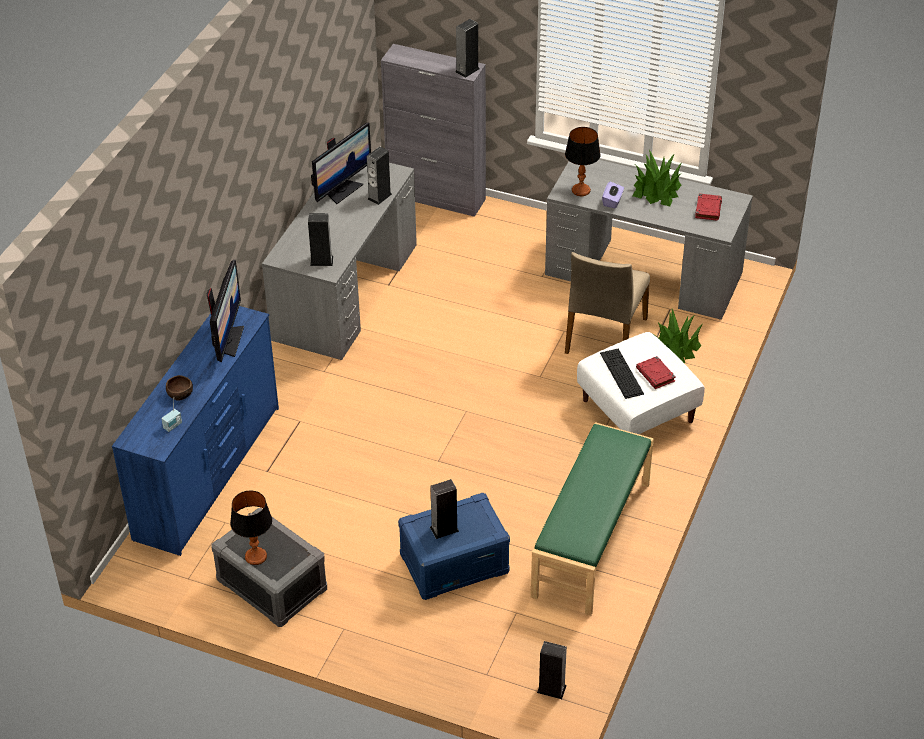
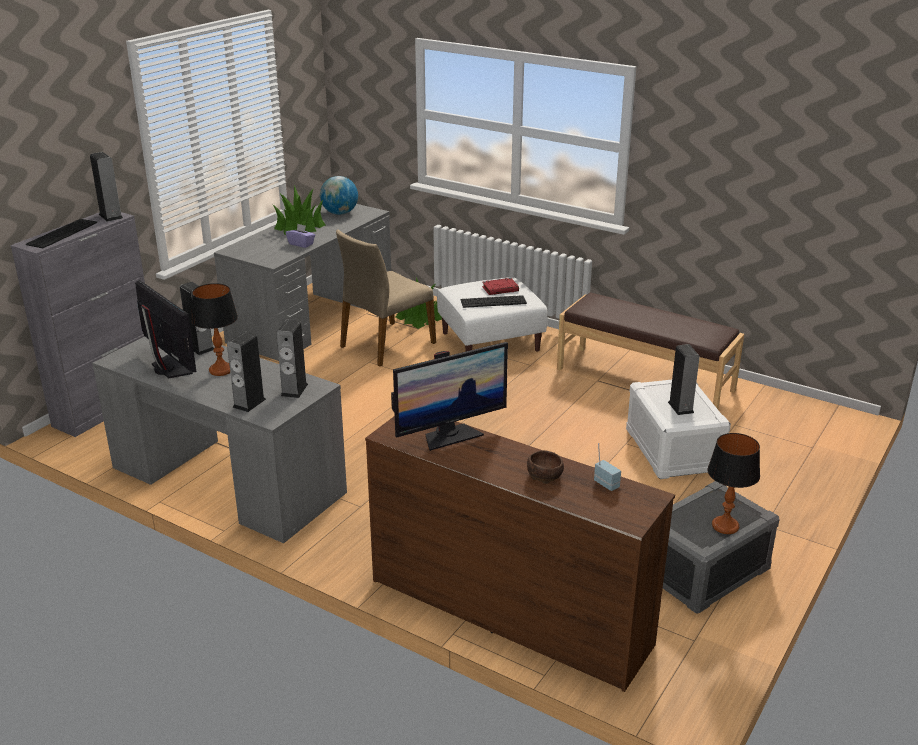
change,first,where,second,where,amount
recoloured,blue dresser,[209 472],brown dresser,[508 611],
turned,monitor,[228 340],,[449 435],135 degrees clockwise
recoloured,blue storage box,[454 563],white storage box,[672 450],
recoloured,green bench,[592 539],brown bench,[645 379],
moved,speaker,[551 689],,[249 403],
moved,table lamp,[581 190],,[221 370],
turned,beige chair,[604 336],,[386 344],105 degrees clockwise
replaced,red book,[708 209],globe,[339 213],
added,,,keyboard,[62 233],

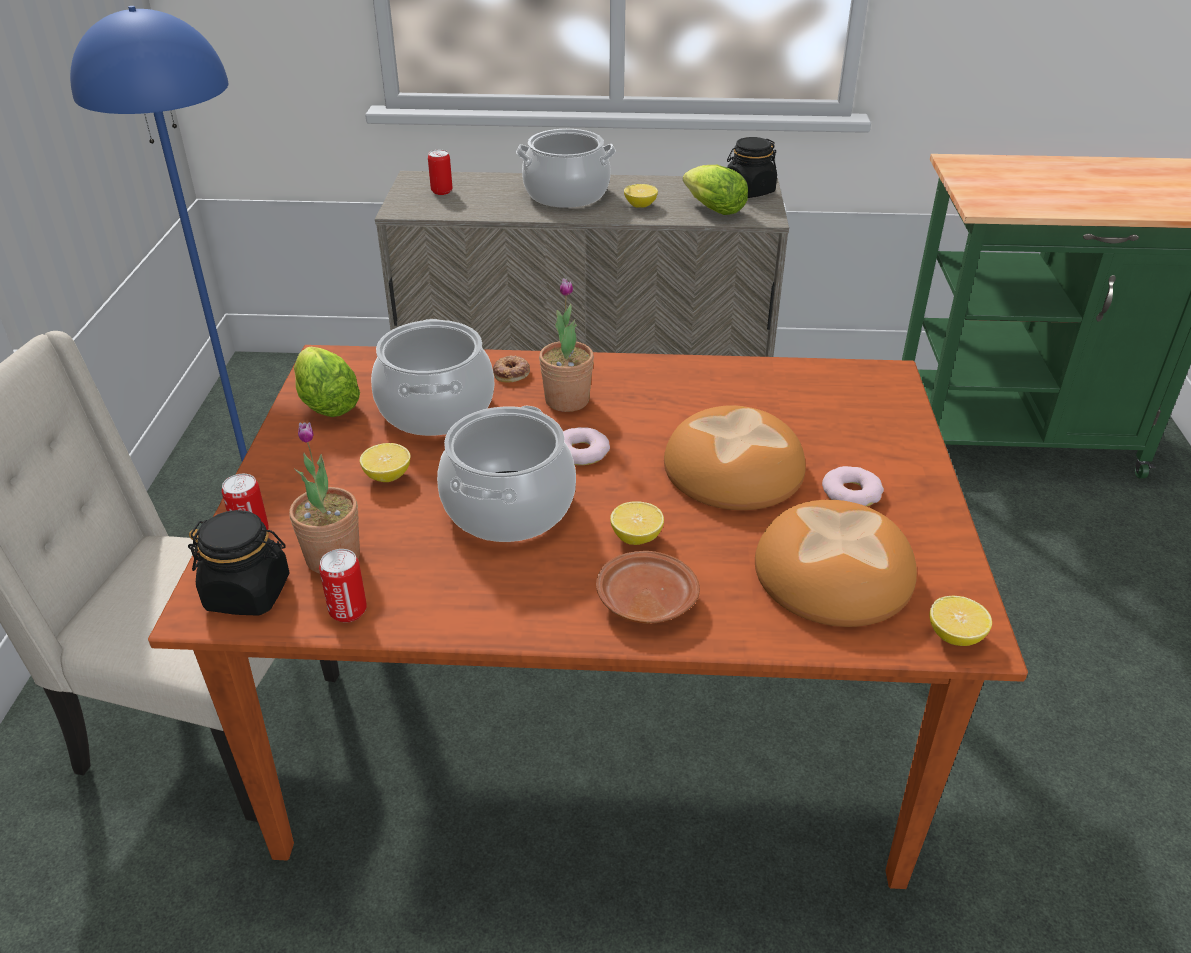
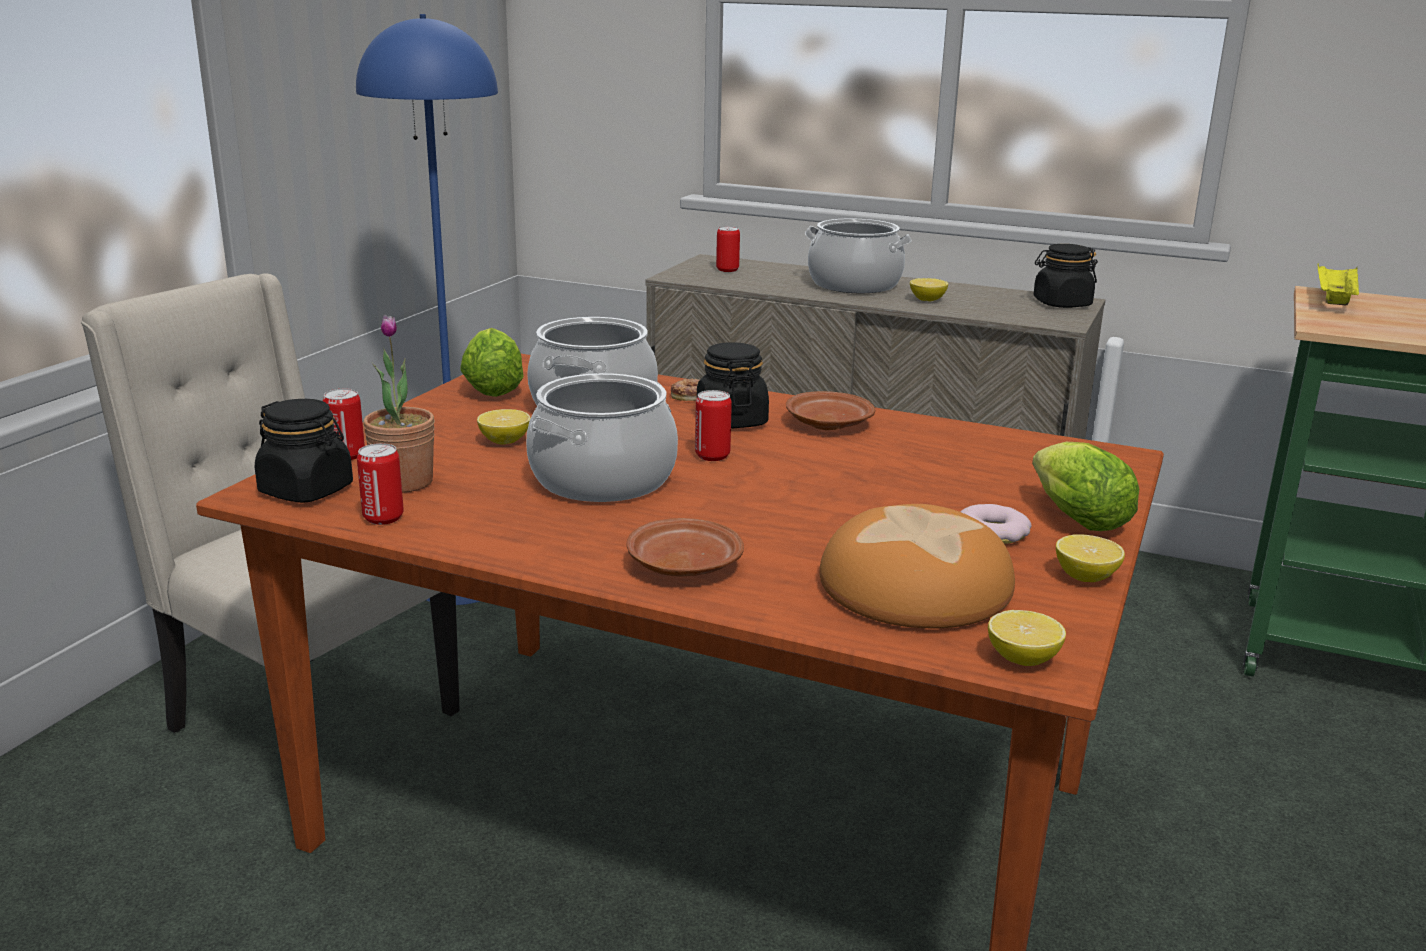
change,first,where,second,where,amount
replaced,potted plant,[567 400],black jar,[731 421],
replaced,donut,[580 452],can,[712 456],
moved,lemon,[636 537],,[1086 577],
removed,bread,[732 468],,,
moved,lettuce,[711 209],,[1073 517],
added,,,brown plate,[827 423],
added,,,yellow tray,[1333 300],

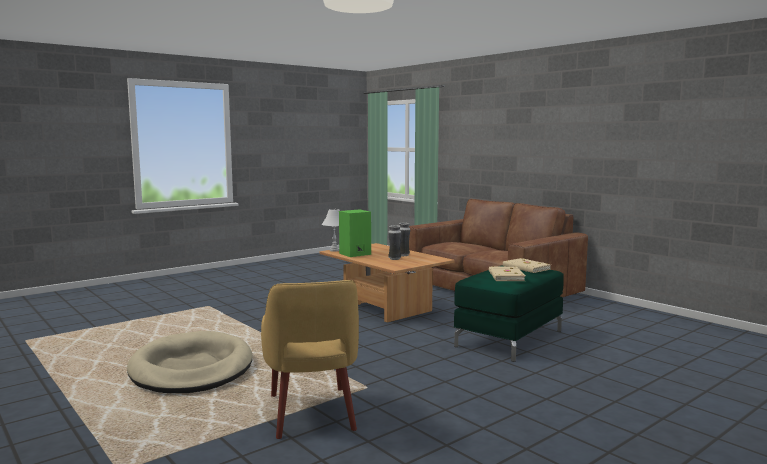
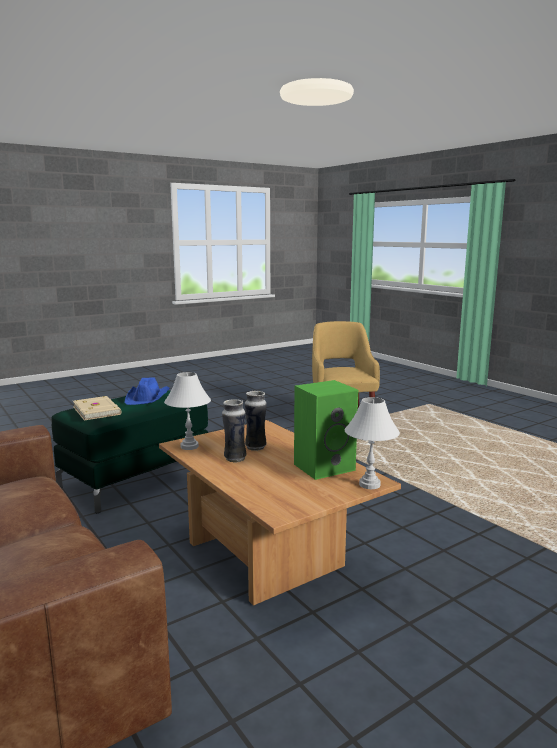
change,first,where,second,where,amount
removed,beige dog bed,[192 369],,,
replaced,beige book,[505 276],blue hat,[148 398],
added,,,white table lamp,[189 446],

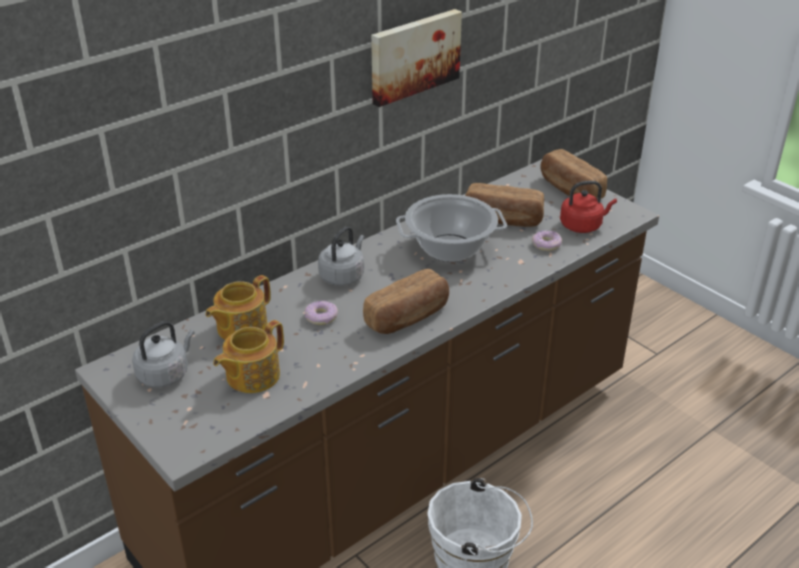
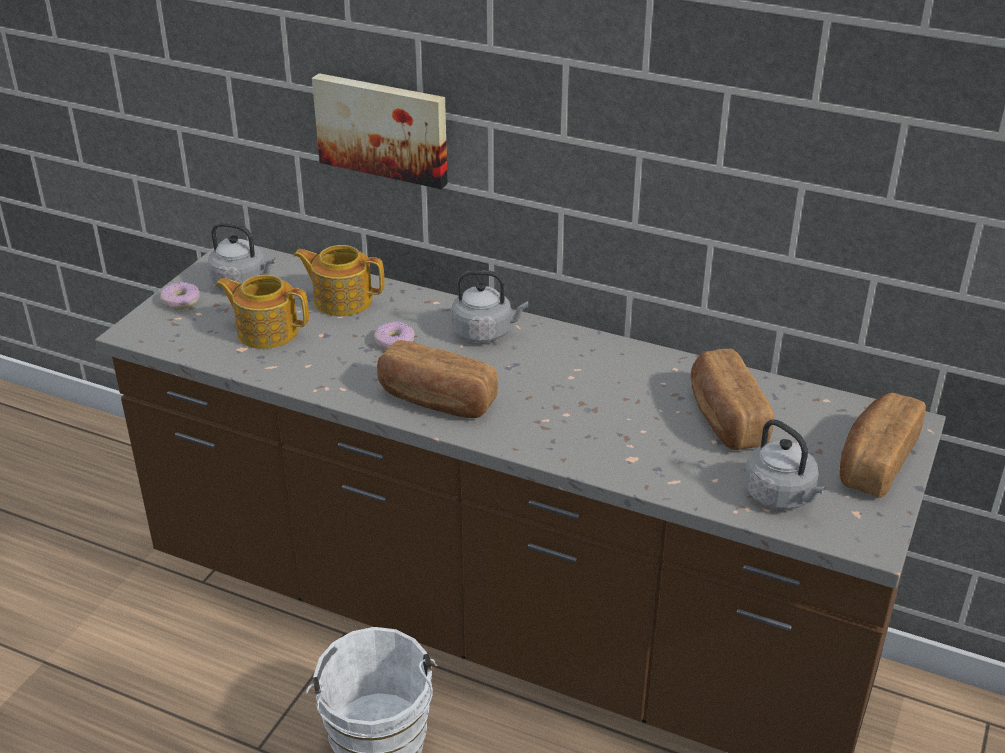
change,first,where,second,where,amount
moved,picture,[414 56],,[383 128],
removed,cooking pot,[450 248],,,
moved,donut,[546 245],,[181 301],
recoloured,red kettle,[583 226],grey kettle,[781 497],

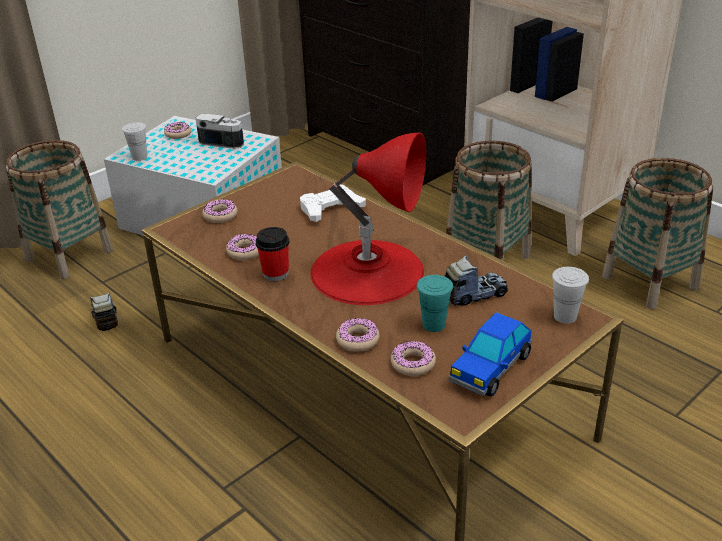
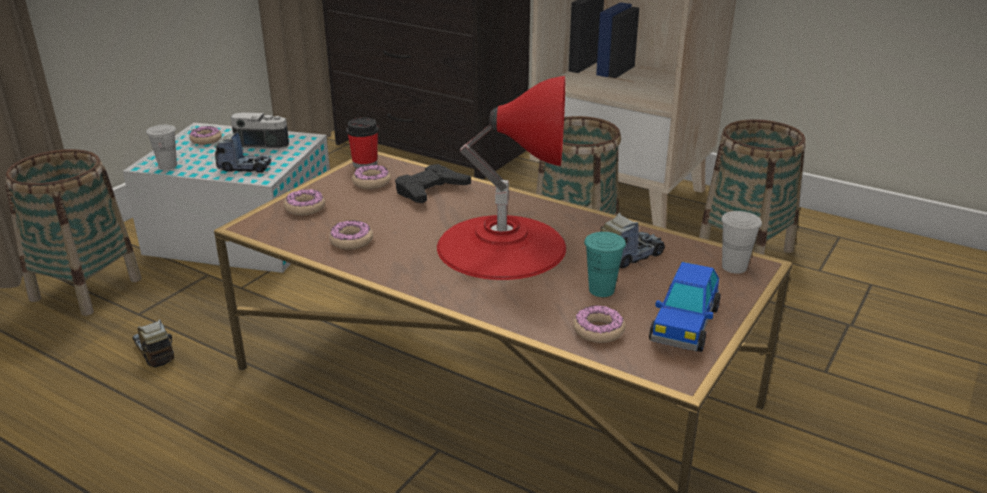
change,first,where,second,where,amount
moved,cup,[275 274],,[365 164],
recoloured,white game controller,[330 209],black game controller,[430 190],
moved,donut,[357 340],,[371 182],
added,,,toy truck,[244 167],

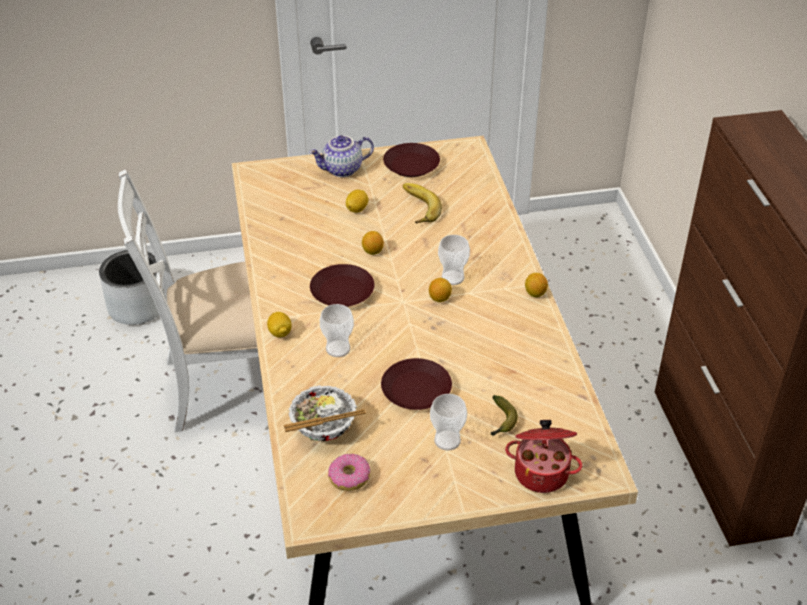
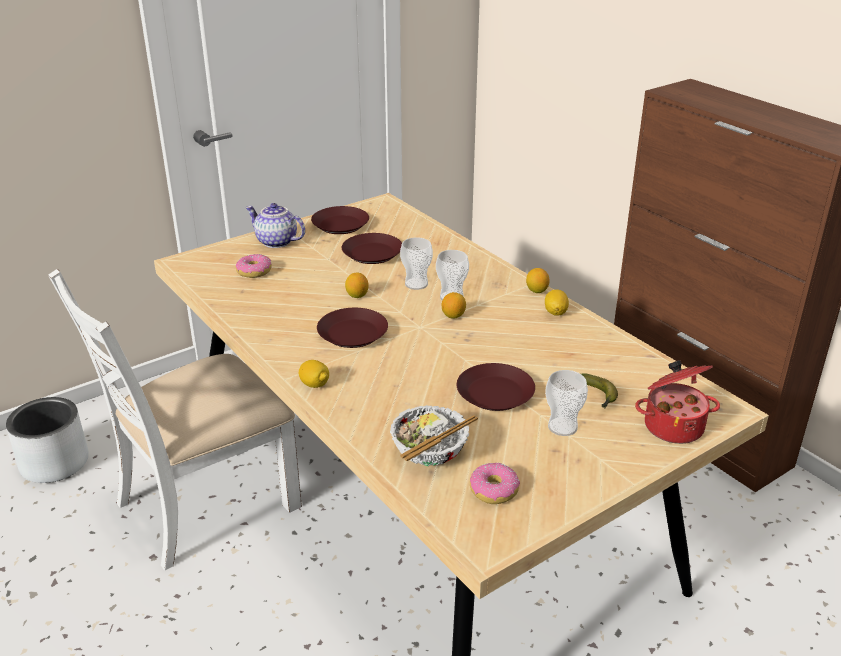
change,first,where,second,where,amount
turned,teapot,[342 170],,[275 242],75 degrees clockwise
moved,cup,[338 349],,[416 284],
moved,lemon,[357 209],,[555 312],
replaced,banana,[416 207],brown plate,[371 254],
added,,,donut,[254 271],

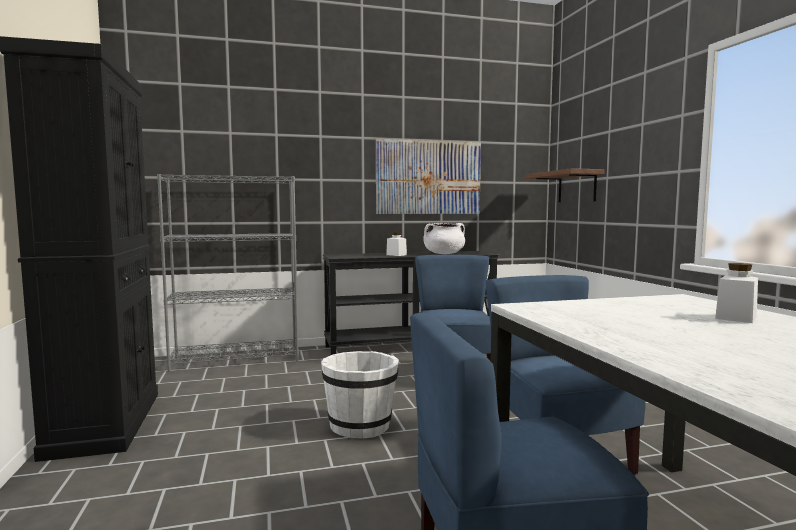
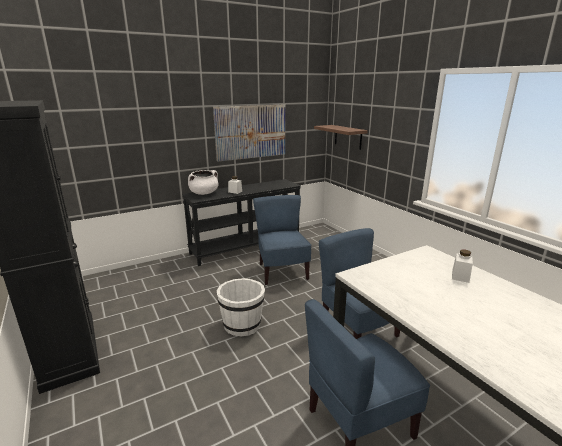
change,first,where,second,where,amount
removed,grey bookcase,[237 359],,,
moved,white cooking pot,[444 254],,[204 193],

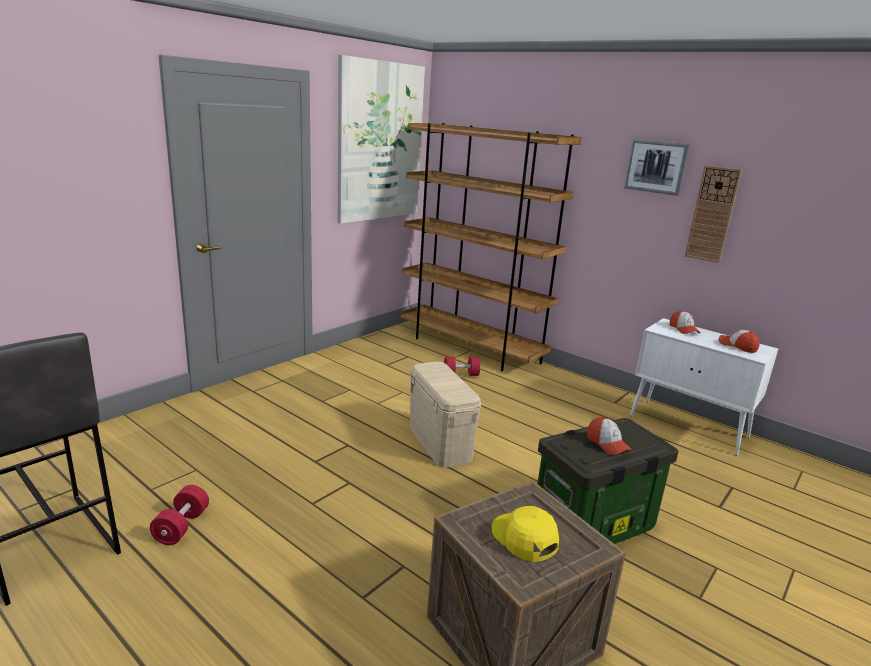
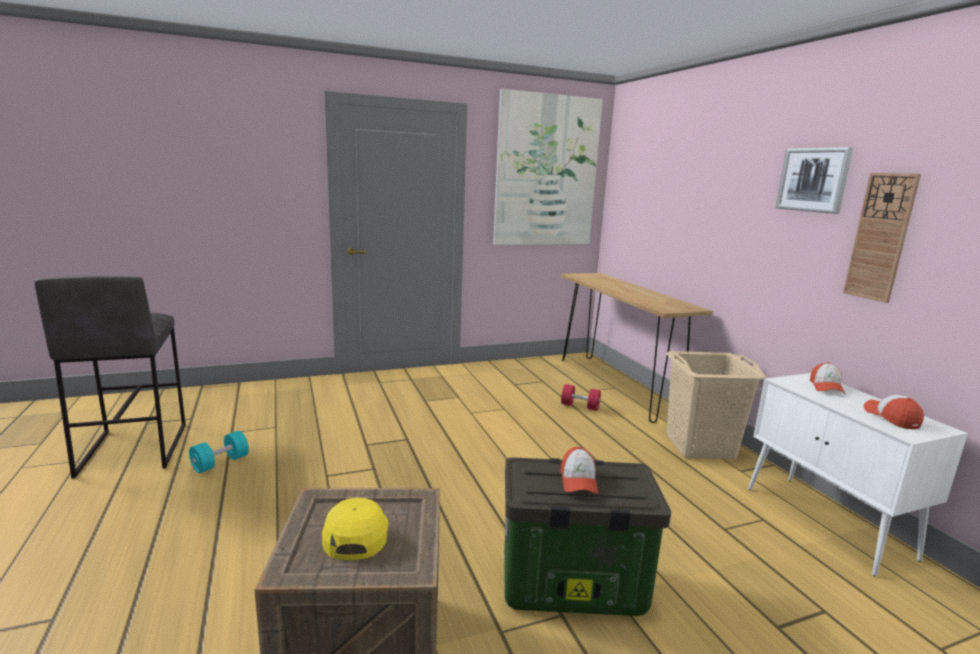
change,first,where,second,where,amount
recoloured,red dumbbell,[181 526],turquoise dumbbell,[220 463],
replaced,brown bookcase,[470 348],brown console table,[616 386],
removed,beige storage box,[440 442],,,
added,,,beige laundry basket,[699 446],

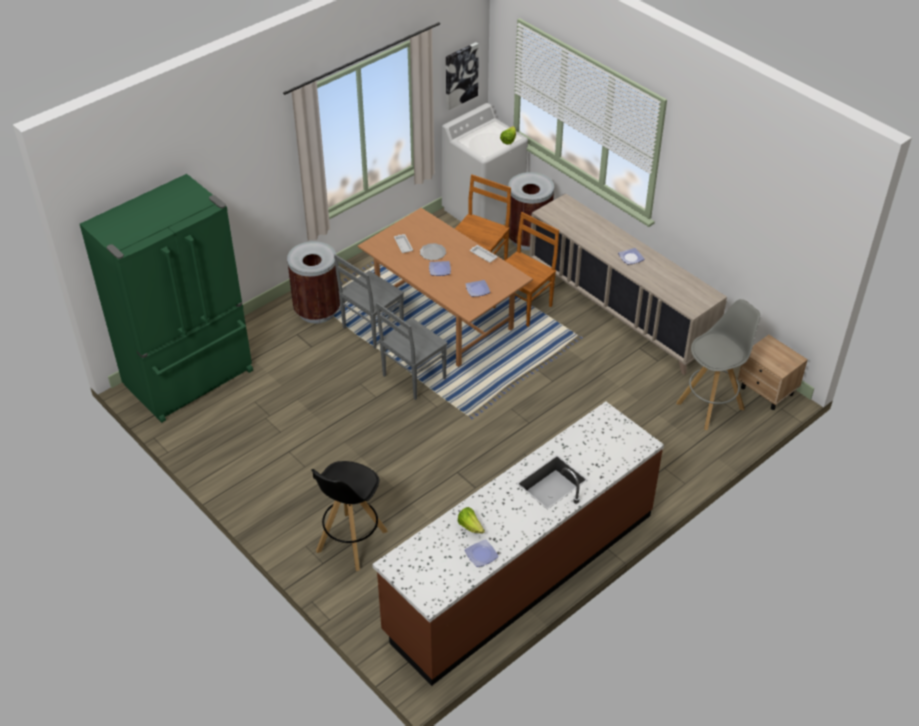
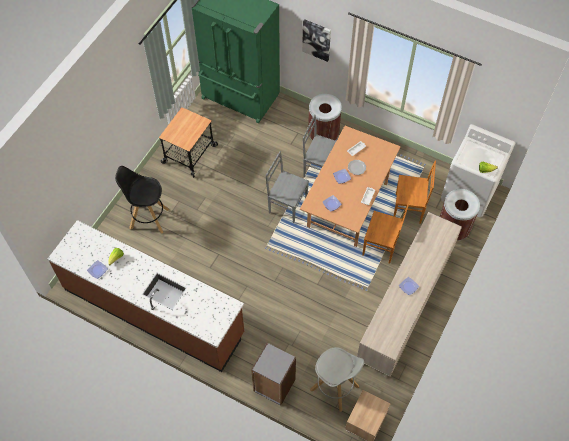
change,first,where,second,where,amount
moved,picture,[460 75],,[316 39],
added,,,cart,[189 154],
added,,,grey bookcase,[274 386],

